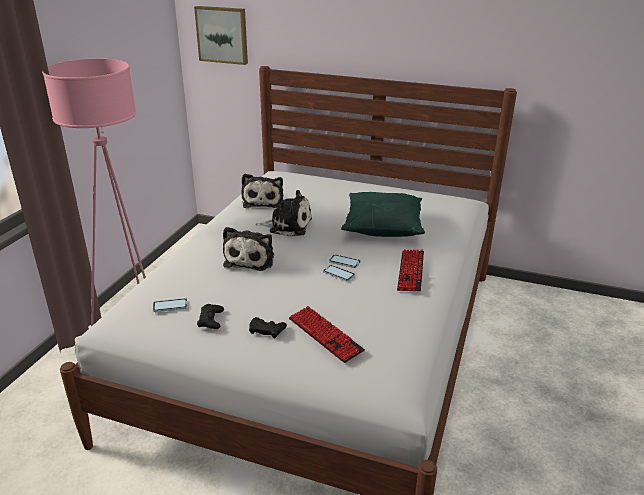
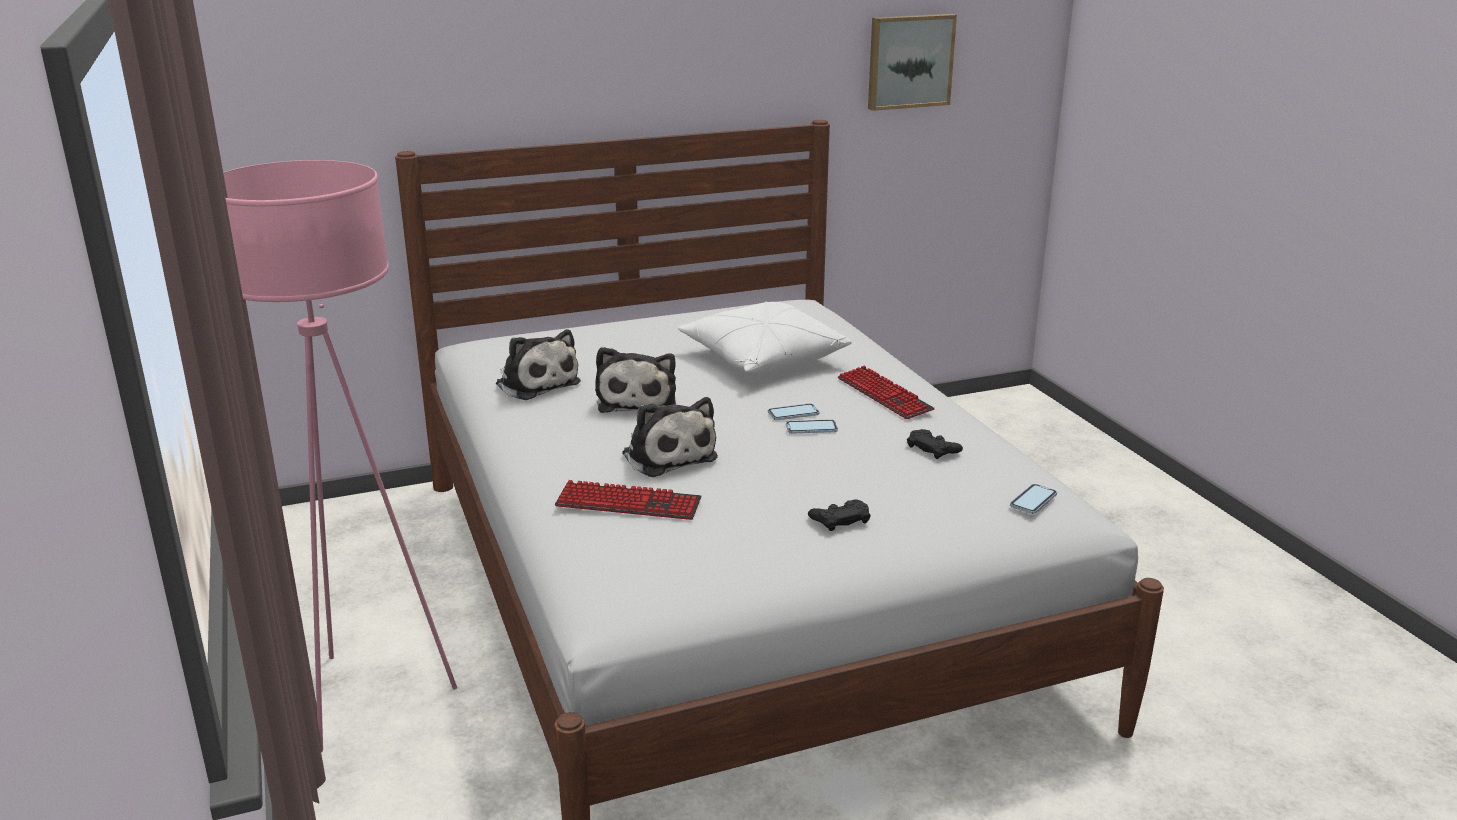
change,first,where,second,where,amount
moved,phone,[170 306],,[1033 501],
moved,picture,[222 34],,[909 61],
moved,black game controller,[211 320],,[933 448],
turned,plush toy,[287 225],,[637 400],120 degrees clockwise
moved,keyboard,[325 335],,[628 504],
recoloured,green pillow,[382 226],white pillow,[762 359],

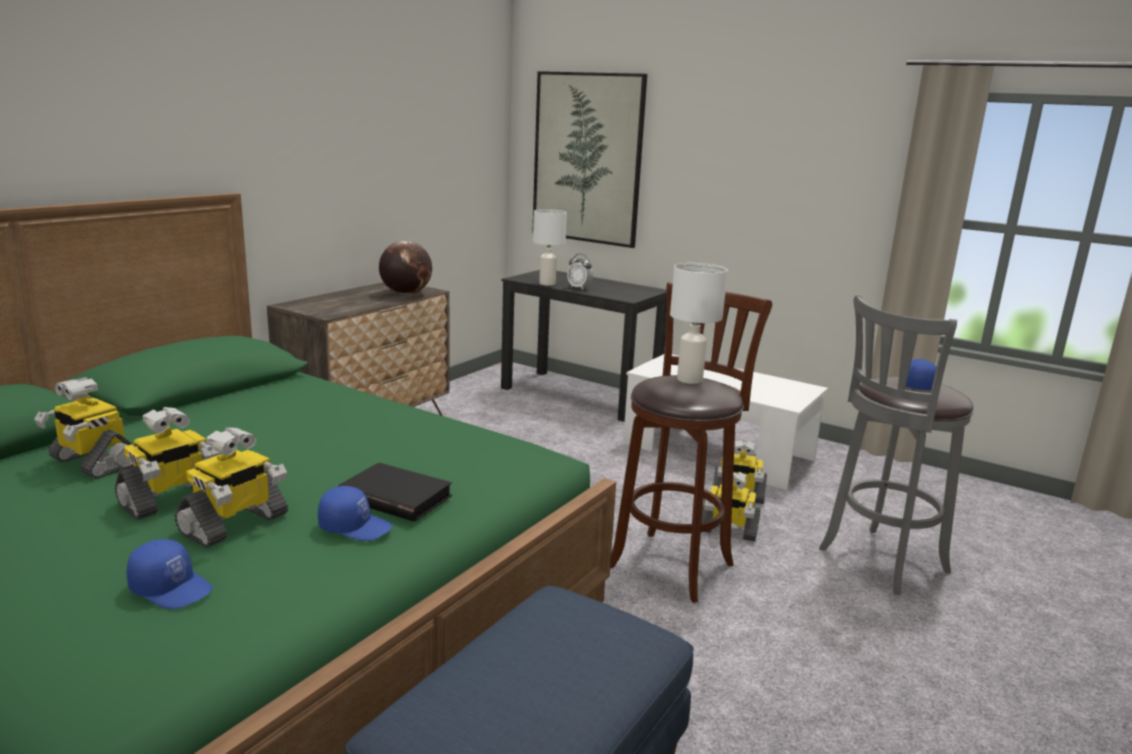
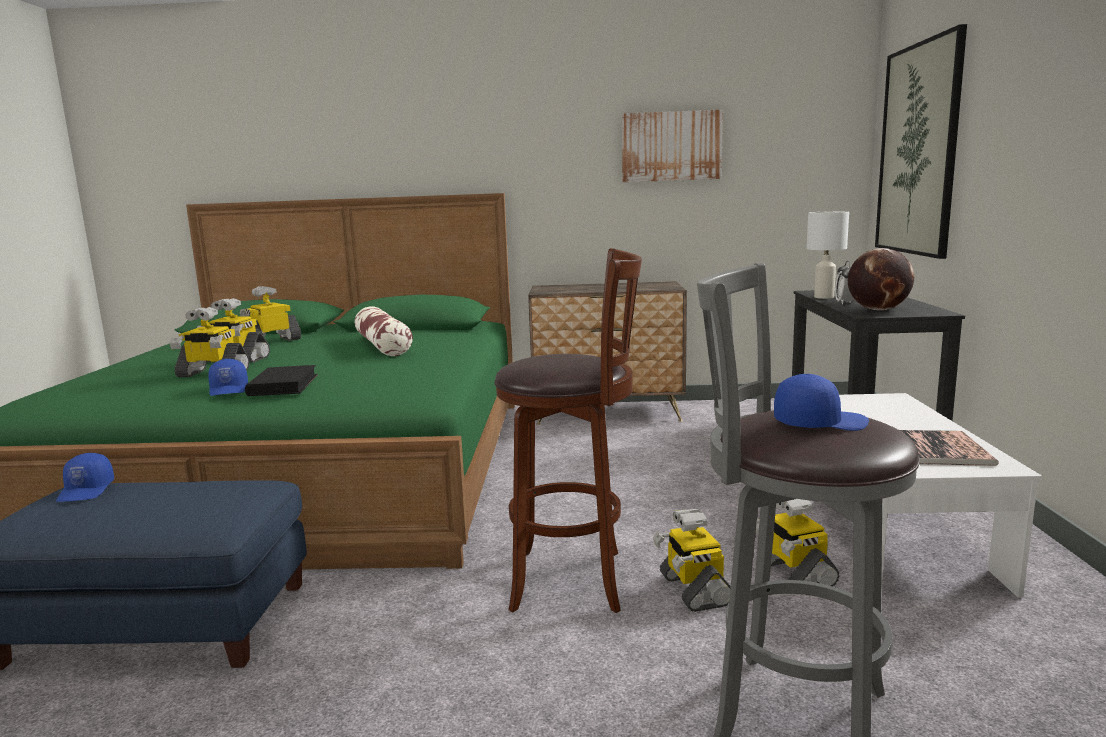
change,first,where,second,where,amount
turned,toy robot,[93 462],,[272 341],45 degrees clockwise
moved,blue cap,[172 588],,[87 491],
moved,globe,[405 293],,[878 310],
removed,white table lamp,[688 379],,,
added,,,pillow,[383 345],
added,,,picture,[671 146],
added,,,book,[940 449],

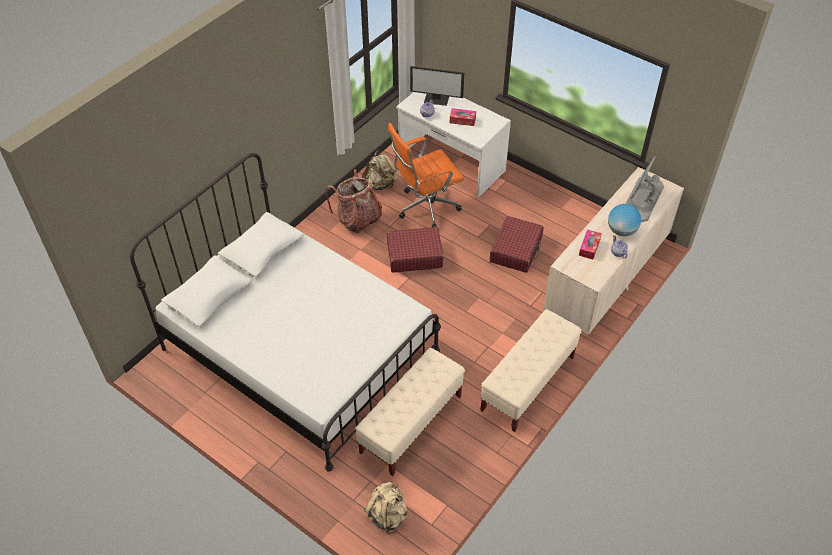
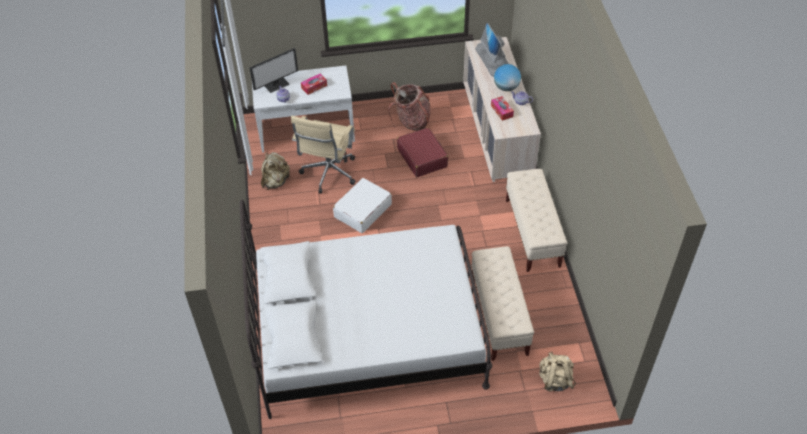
change,first,where,second,where,amount
moved,backpack,[358 219],,[411 121],
recoloured,red suitcase,[414 255],white suitcase,[362 211],
recoloured,orange office chair,[425 208],beige office chair,[328 174],

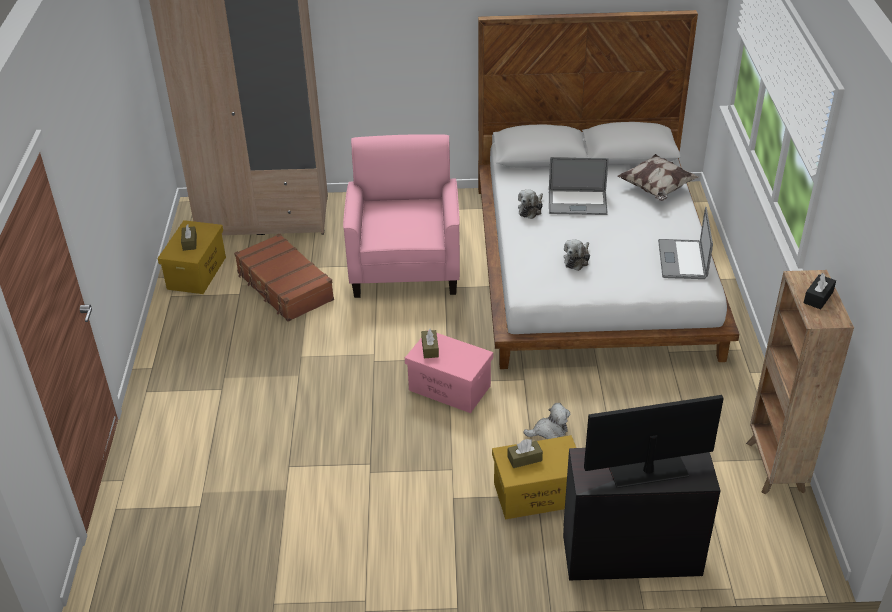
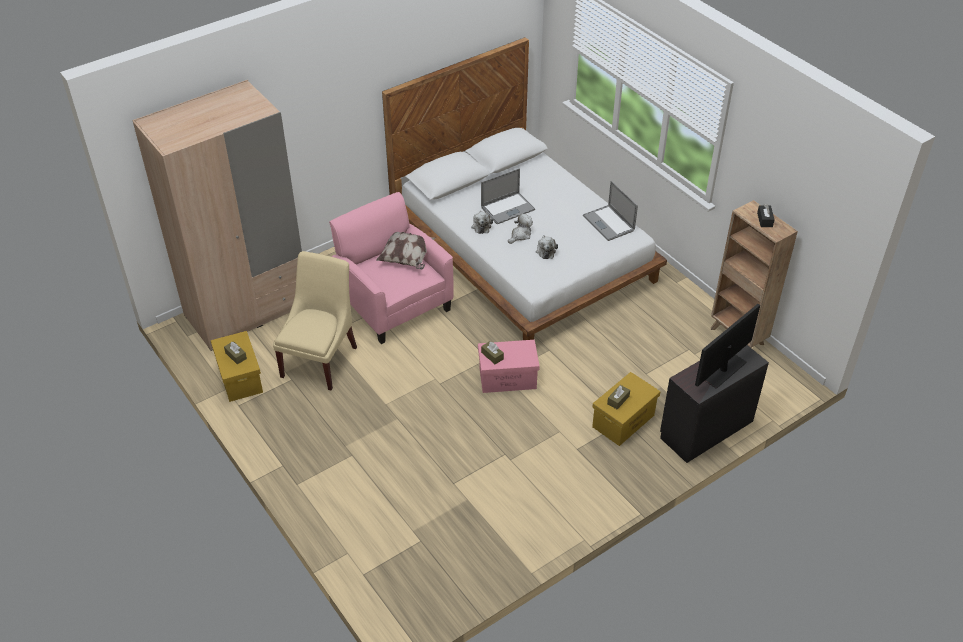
change,first,where,second,where,amount
replaced,brown suitcase,[284 287],beige chair,[321 359],
moved,plush toy,[549 431],,[520 235],
moved,pillow,[656 189],,[406 258],

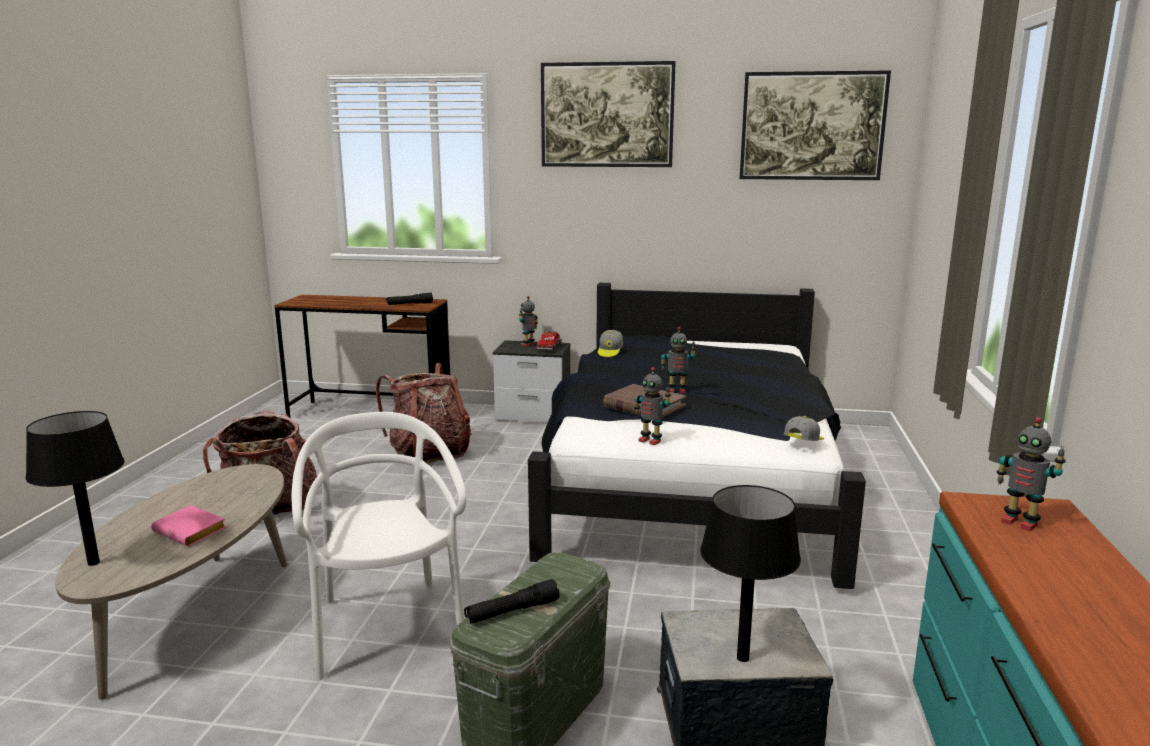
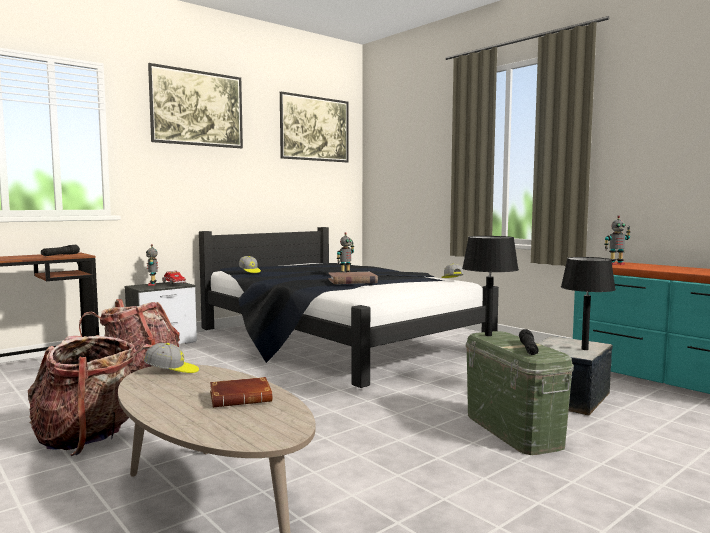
change,first,where,second,where,amount
moved,black table lamp,[93 563],,[488 335],
recoloured,pink book,[193 531],brown book,[242 398],
removed,white chair,[387 628],,,
removed,toy robot,[650 440],,,
added,,,cap,[172 371],

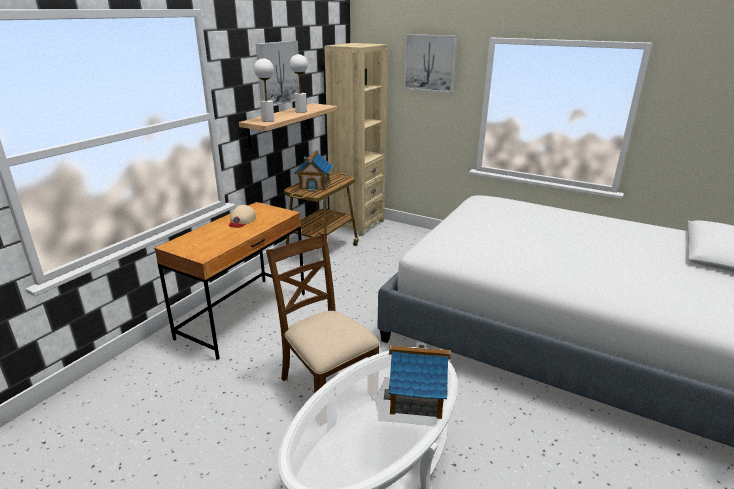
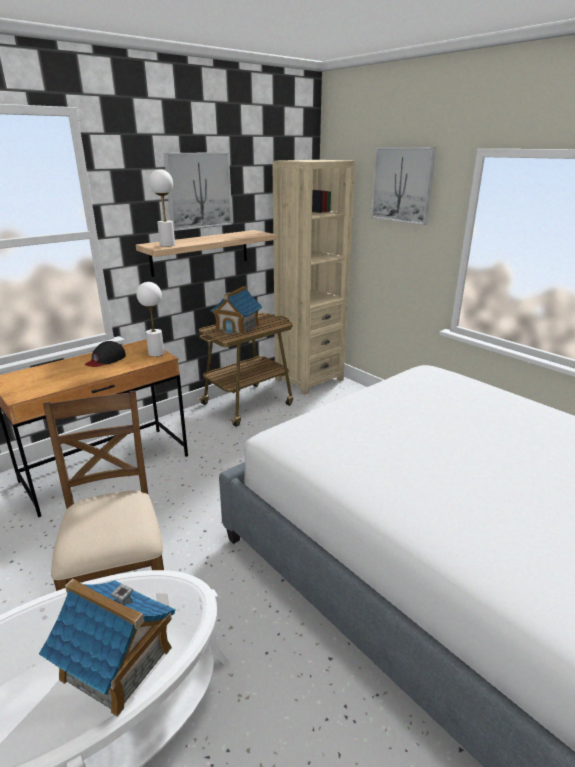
change,first,where,second,where,amount
recoloured,beige cap,[241 220],black cap,[106 359],
moved,white table lamp,[301 111],,[156 353],

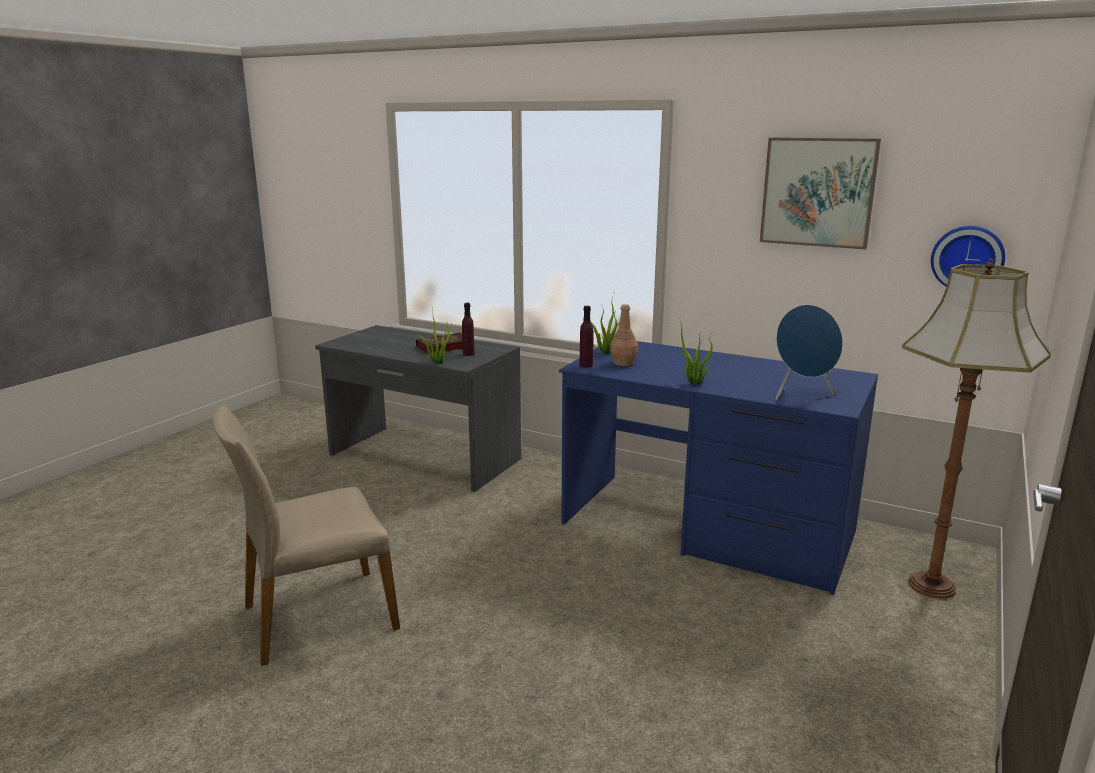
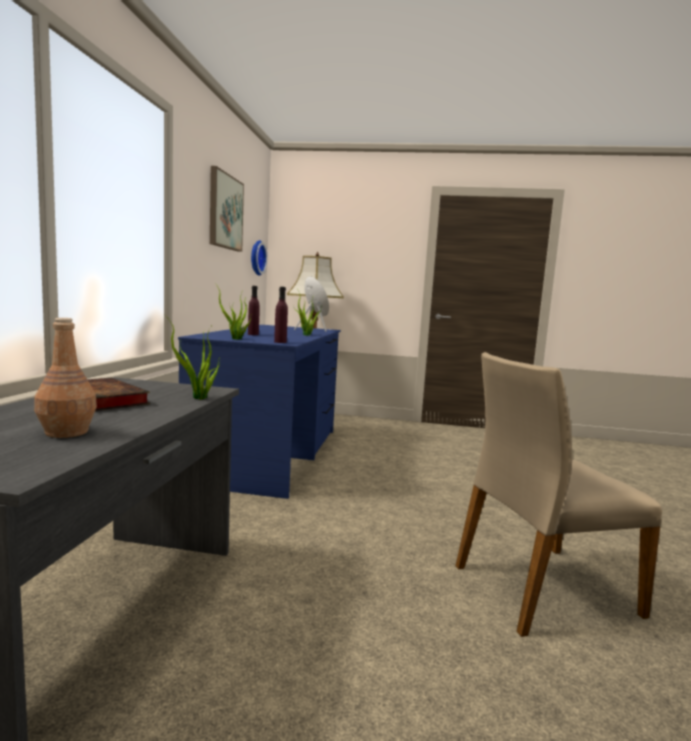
change,first,where,second,where,amount
turned,beige chair,[317 616],,[541 588],120 degrees clockwise
moved,purple bottle,[468 354],,[253 334],
moved,brown bottle,[623 363],,[67 432],

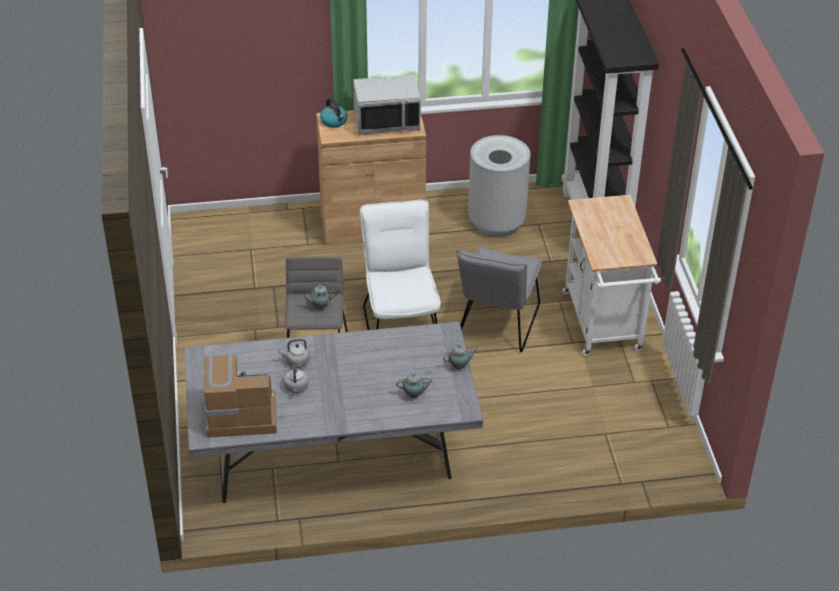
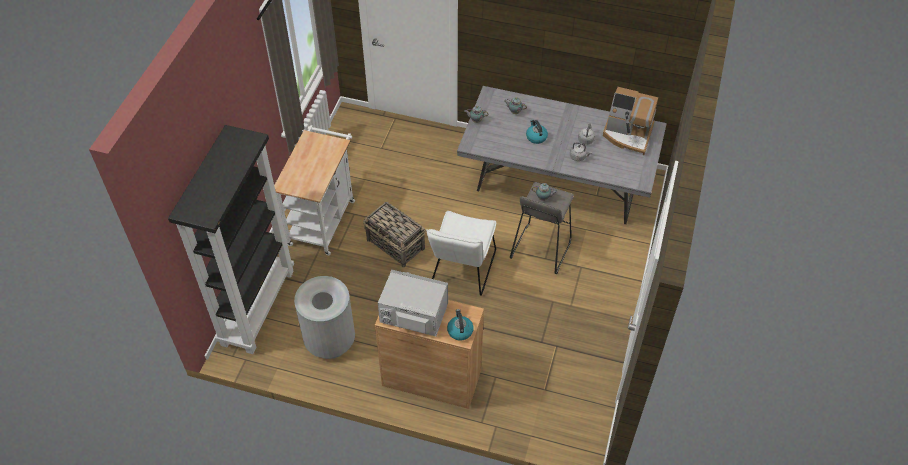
change,first,where,second,where,amount
replaced,grey chair,[496 326],basket,[396 245],
added,,,kettle,[536 137],

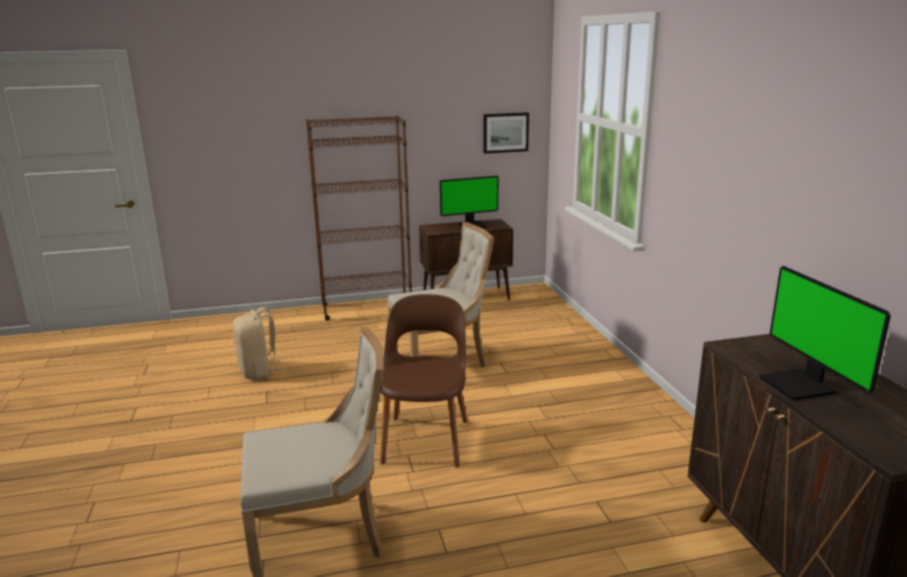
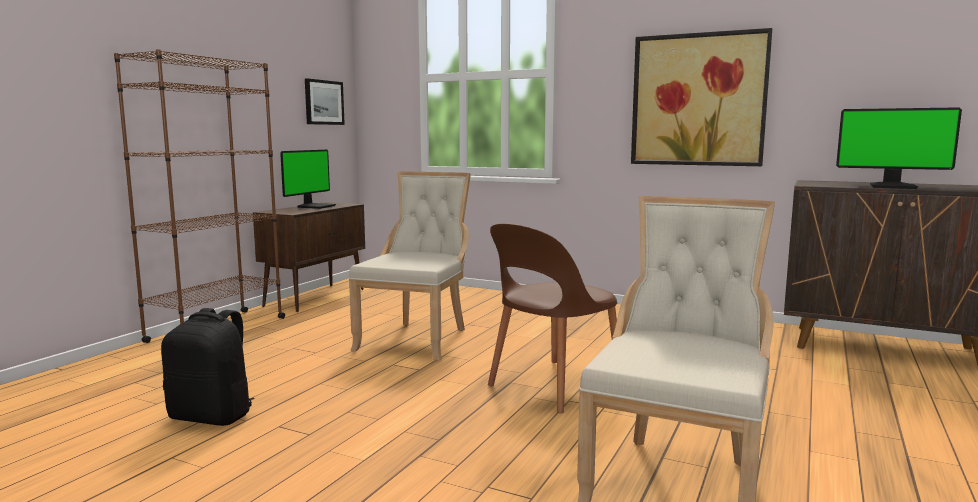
change,first,where,second,where,amount
recoloured,beige backpack,[259 371],black backpack,[213 416],
turned,brown chair,[426 439],,[553 386],90 degrees counterclockwise
added,,,picture,[698 100],

